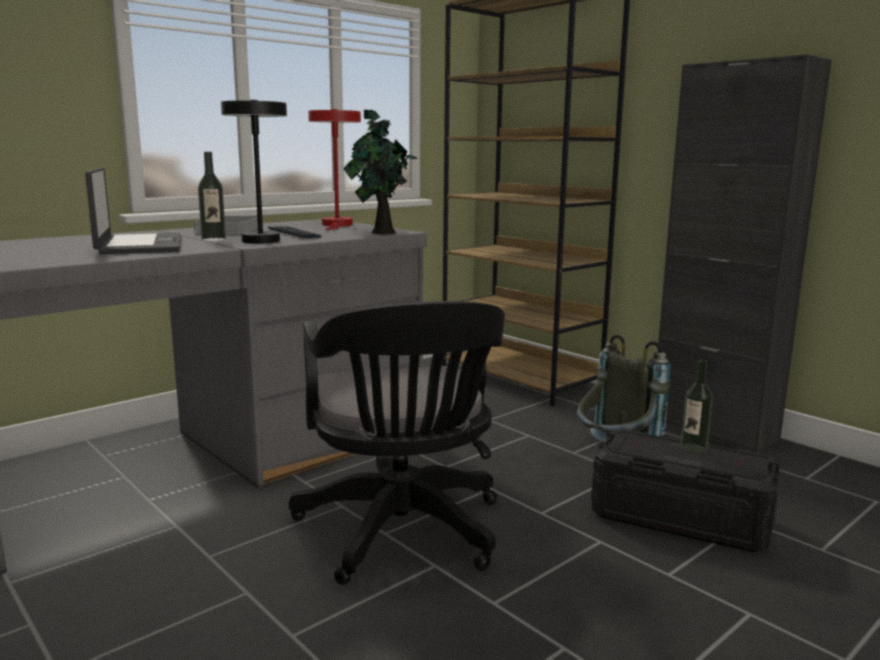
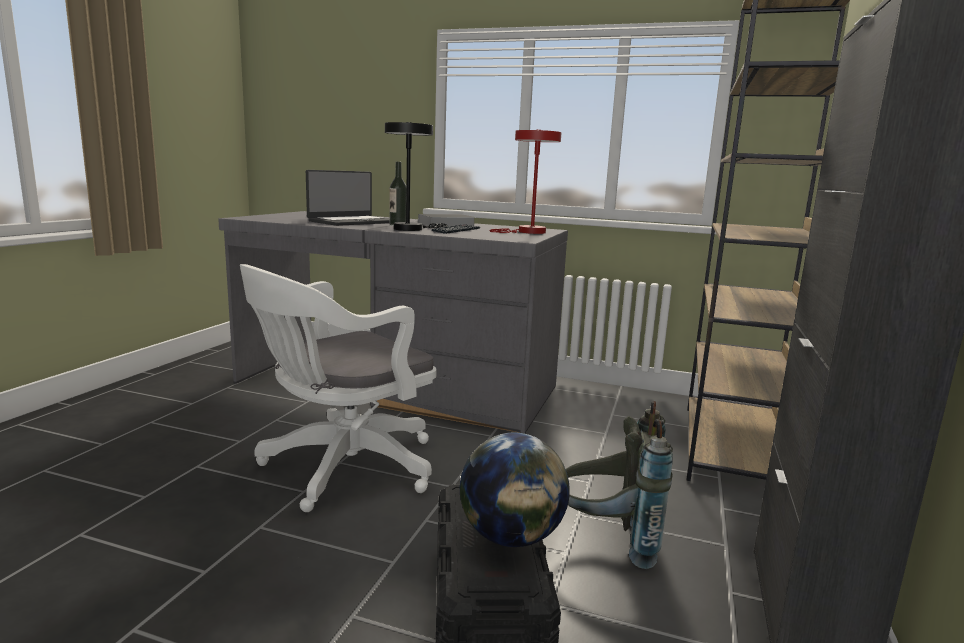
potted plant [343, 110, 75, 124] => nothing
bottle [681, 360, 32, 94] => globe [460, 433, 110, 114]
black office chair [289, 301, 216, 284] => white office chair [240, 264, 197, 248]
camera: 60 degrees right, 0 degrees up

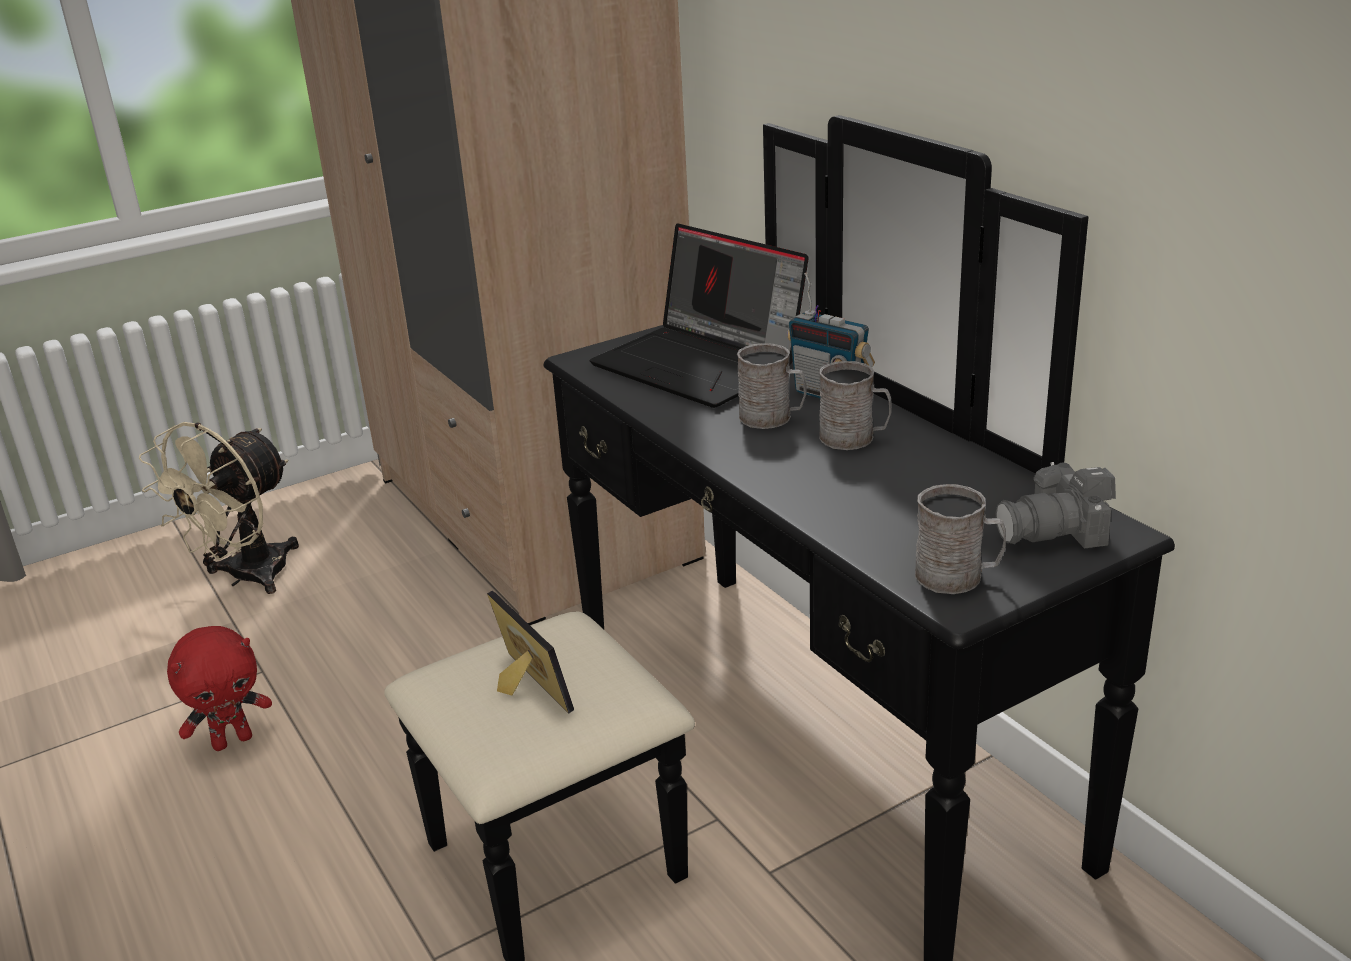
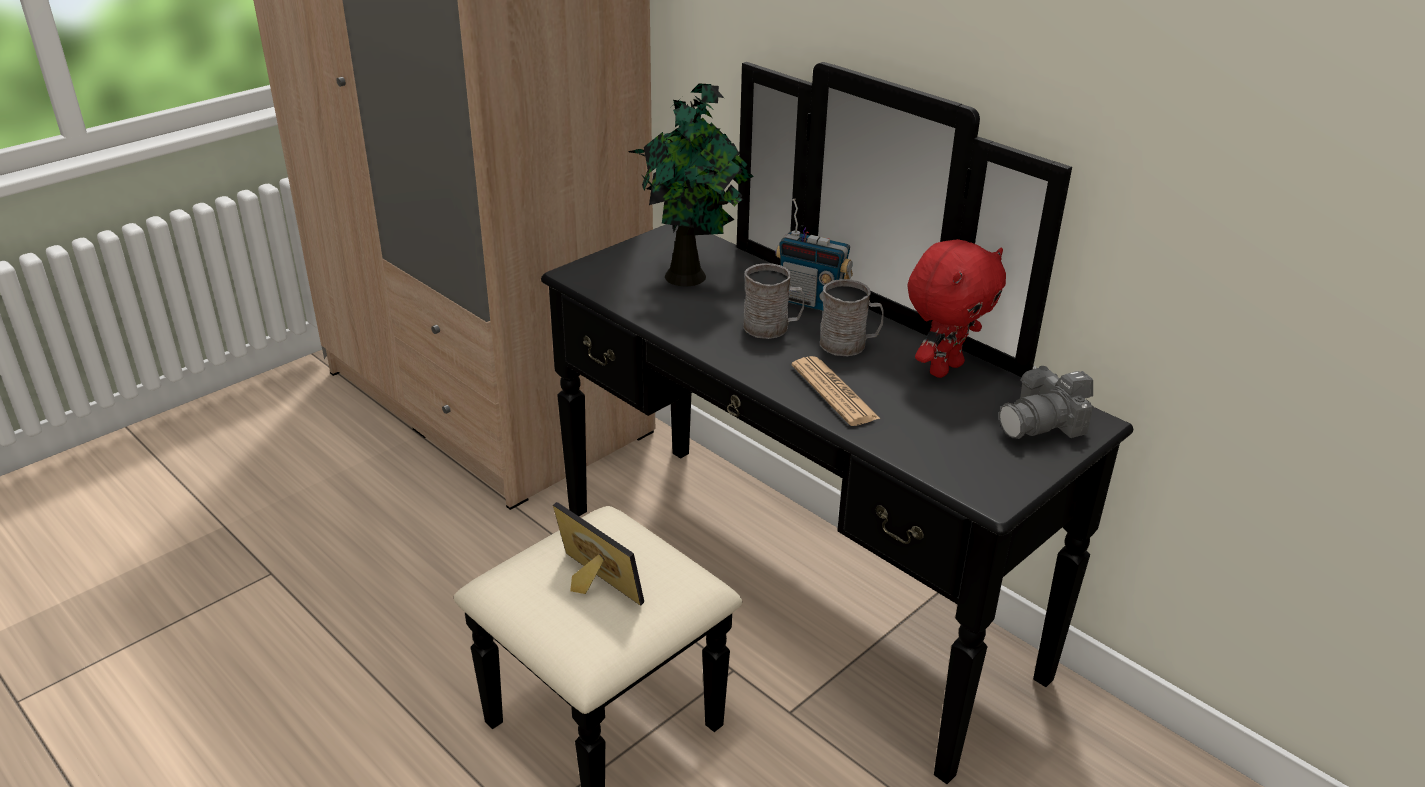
beige fan [139, 422, 160, 172] => nothing
grey mug [915, 484, 91, 110] => nothing
nothing => newspaper [792, 356, 89, 70]
red plush toy [167, 626, 105, 125] => red plush toy [907, 239, 99, 139], move
laptop [589, 223, 220, 185] => potted plant [628, 84, 126, 203]
camera: 15 degrees left, 5 degrees up

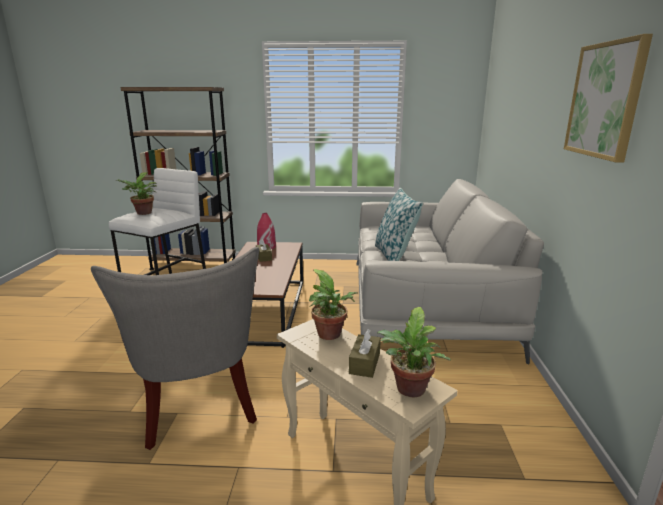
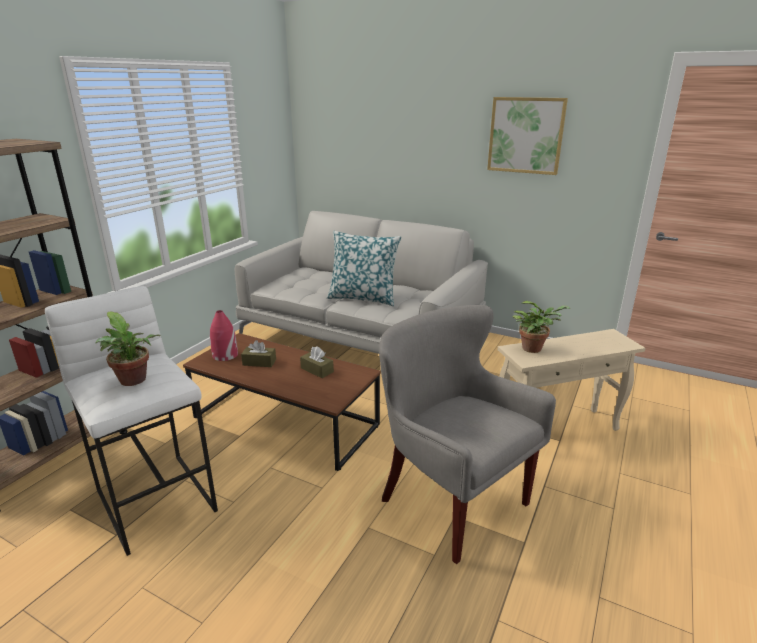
potted plant [377, 307, 74, 90] => nothing
brown tissue box [349, 329, 32, 49] => brown tissue box [300, 346, 34, 32], move
grey armchair [91, 247, 168, 203] => grey armchair [379, 305, 177, 259], 135 degrees counterclockwise
camera: 65 degrees left, 5 degrees up

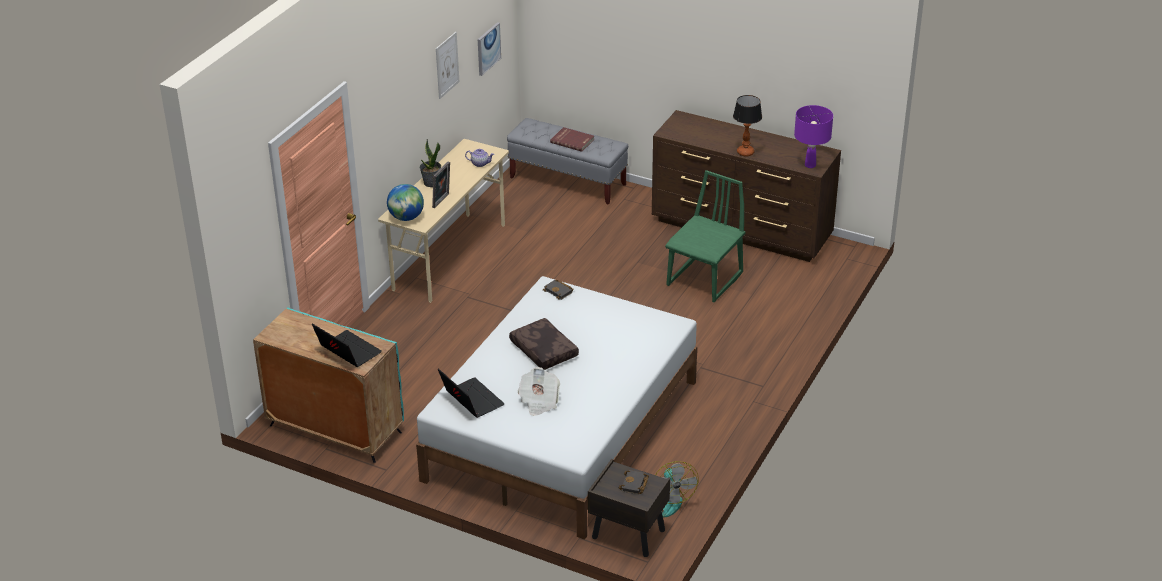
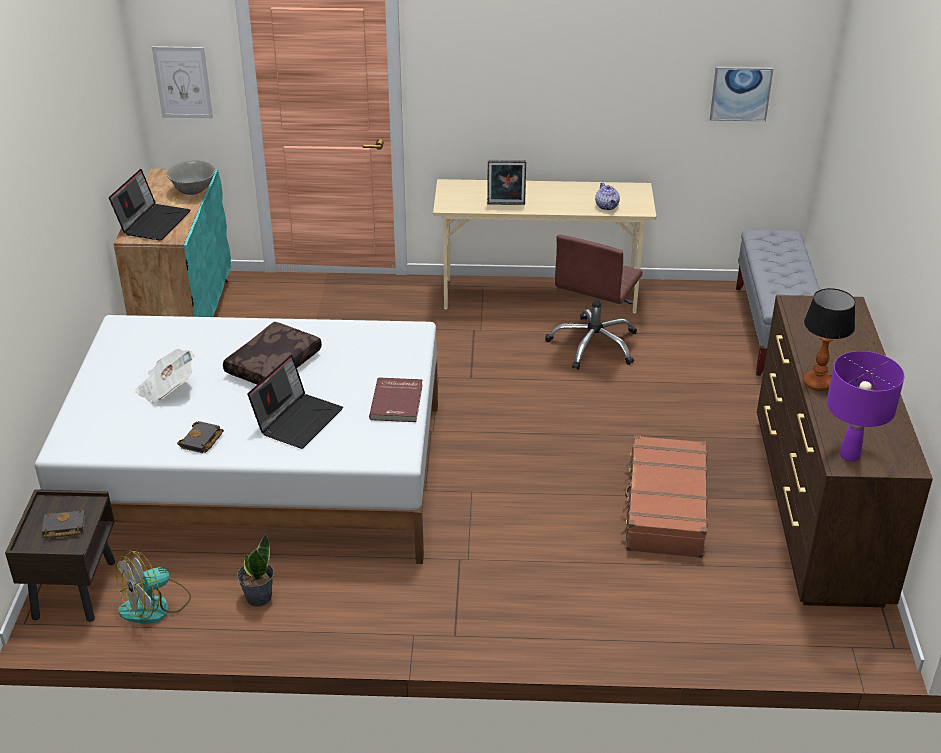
globe [387, 184, 37, 37] => nothing
nothing => grey bowl [167, 160, 48, 35]
nothing => brown office chair [545, 235, 98, 135]
potted plant [420, 139, 21, 48] => potted plant [237, 534, 37, 72], move
picture [436, 32, 24, 67] => picture [152, 46, 61, 72], move
laptop [438, 368, 67, 50] => laptop [248, 355, 95, 94], move
black book [543, 280, 31, 20] => black book [177, 421, 47, 32], move
red book [550, 127, 45, 25] => red book [369, 377, 54, 45], move
green chair [665, 170, 80, 133] => brown suitcase [621, 435, 87, 123]
camera: 65 degrees right, 0 degrees up

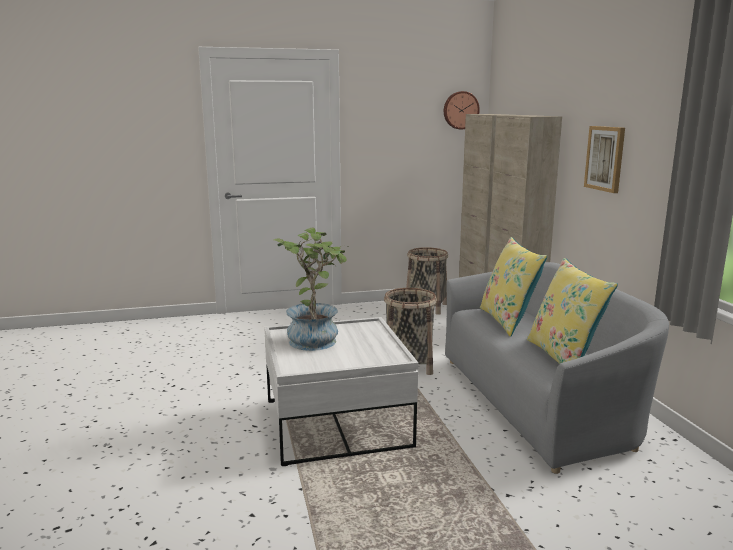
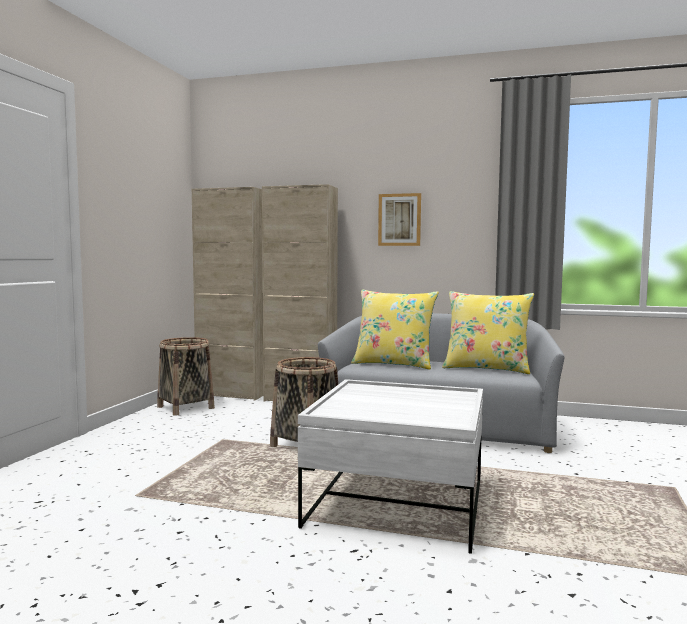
potted plant [273, 227, 74, 124] => nothing
wall clock [444, 91, 36, 38] => nothing
camera: 60 degrees left, 10 degrees down

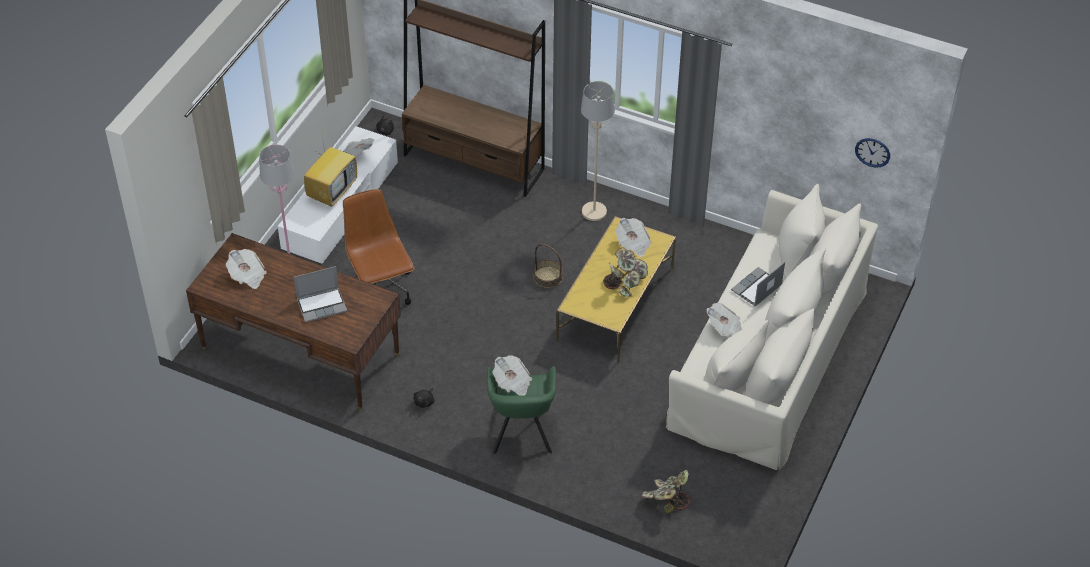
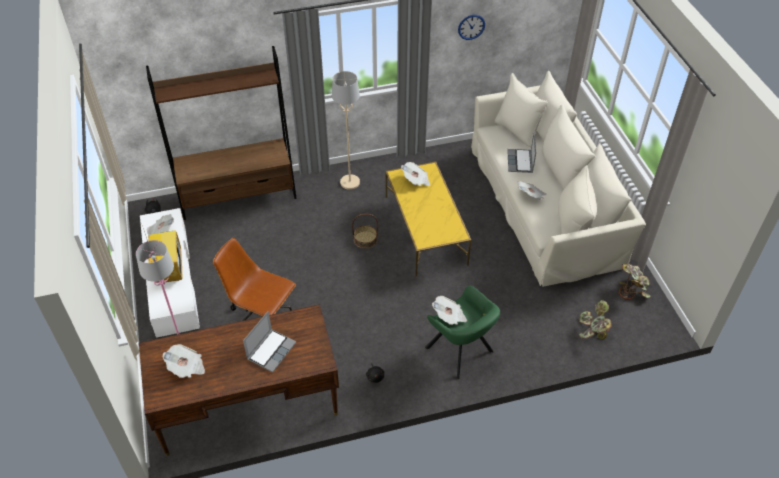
potted plant [603, 248, 45, 49] => potted plant [619, 263, 31, 37], move
wall clock [855, 138, 35, 30] => wall clock [458, 15, 27, 25], move
camera: 40 degrees left, 0 degrees up

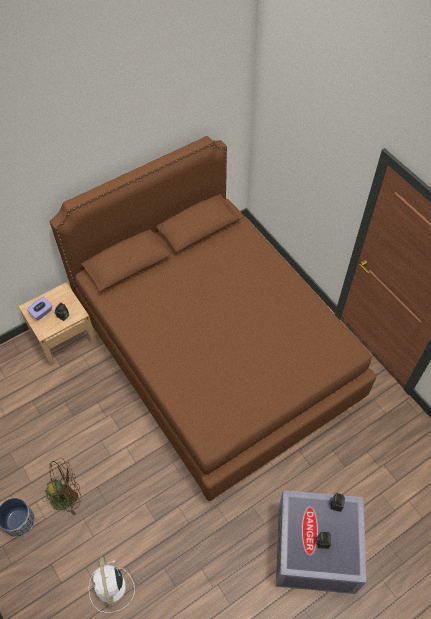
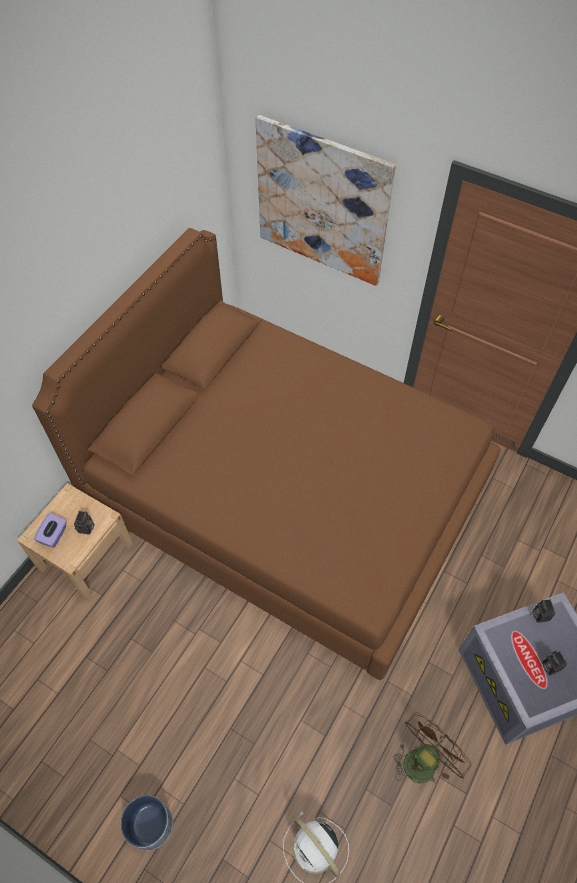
nothing => picture [256, 115, 140, 171]
brown fan [43, 458, 39, 58] => brown fan [393, 712, 78, 71], move
camera: 25 degrees left, 0 degrees up

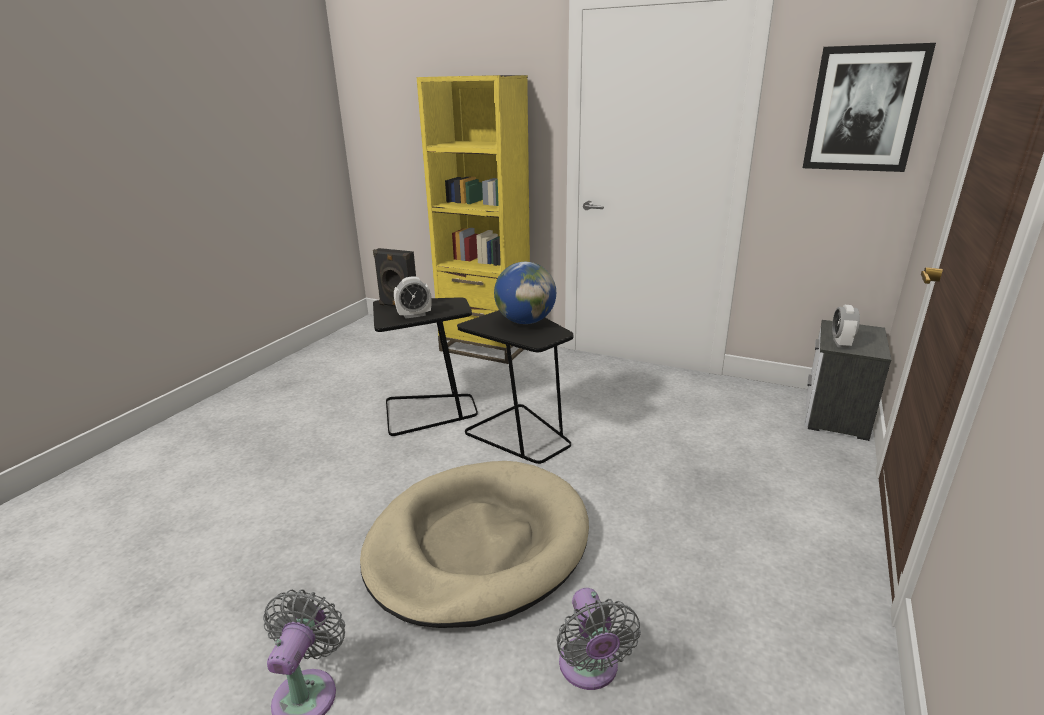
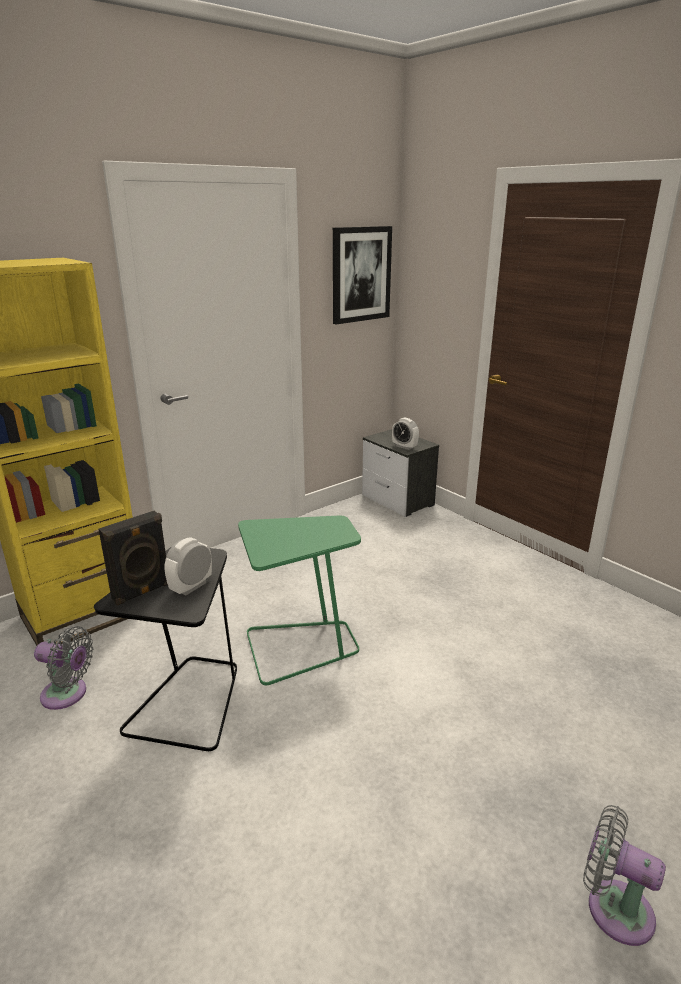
beige dog bed [360, 461, 229, 167] => nothing
globe [494, 262, 62, 62] => nothing
grey fan [556, 588, 85, 102] => grey fan [34, 626, 60, 84], move
black side table [457, 310, 116, 154] => green side table [238, 516, 123, 169]
alarm clock [394, 276, 38, 43] => alarm clock [165, 537, 47, 59], 150 degrees counterclockwise
camera: 65 degrees left, 0 degrees up

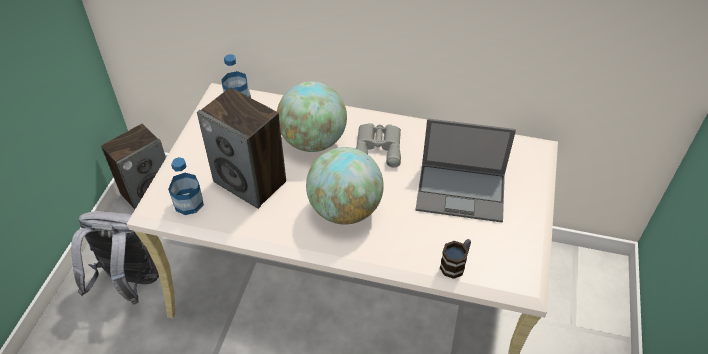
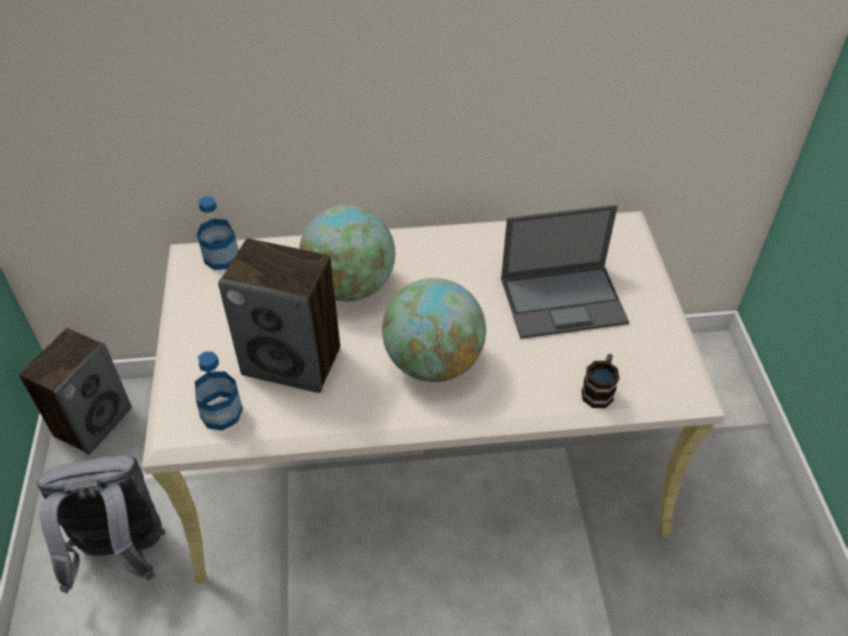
grey binoculars [356, 123, 45, 44] => nothing
camera: 20 degrees left, 0 degrees up

